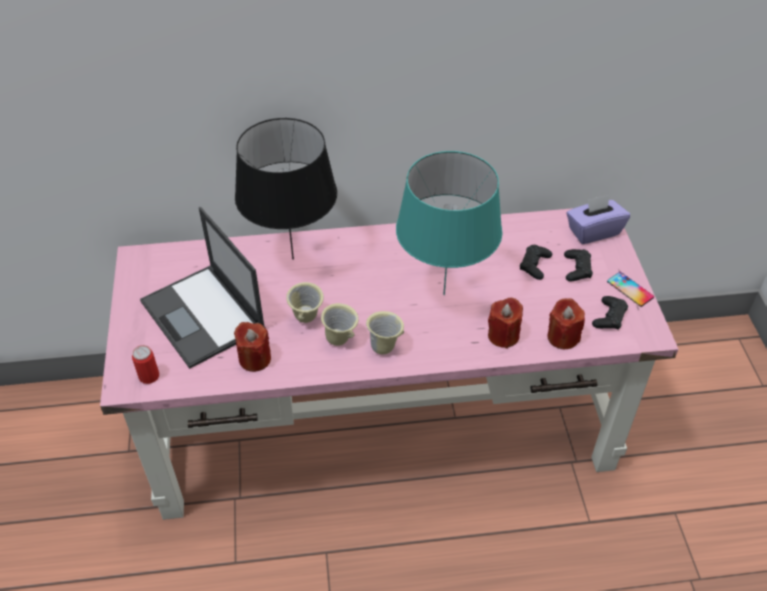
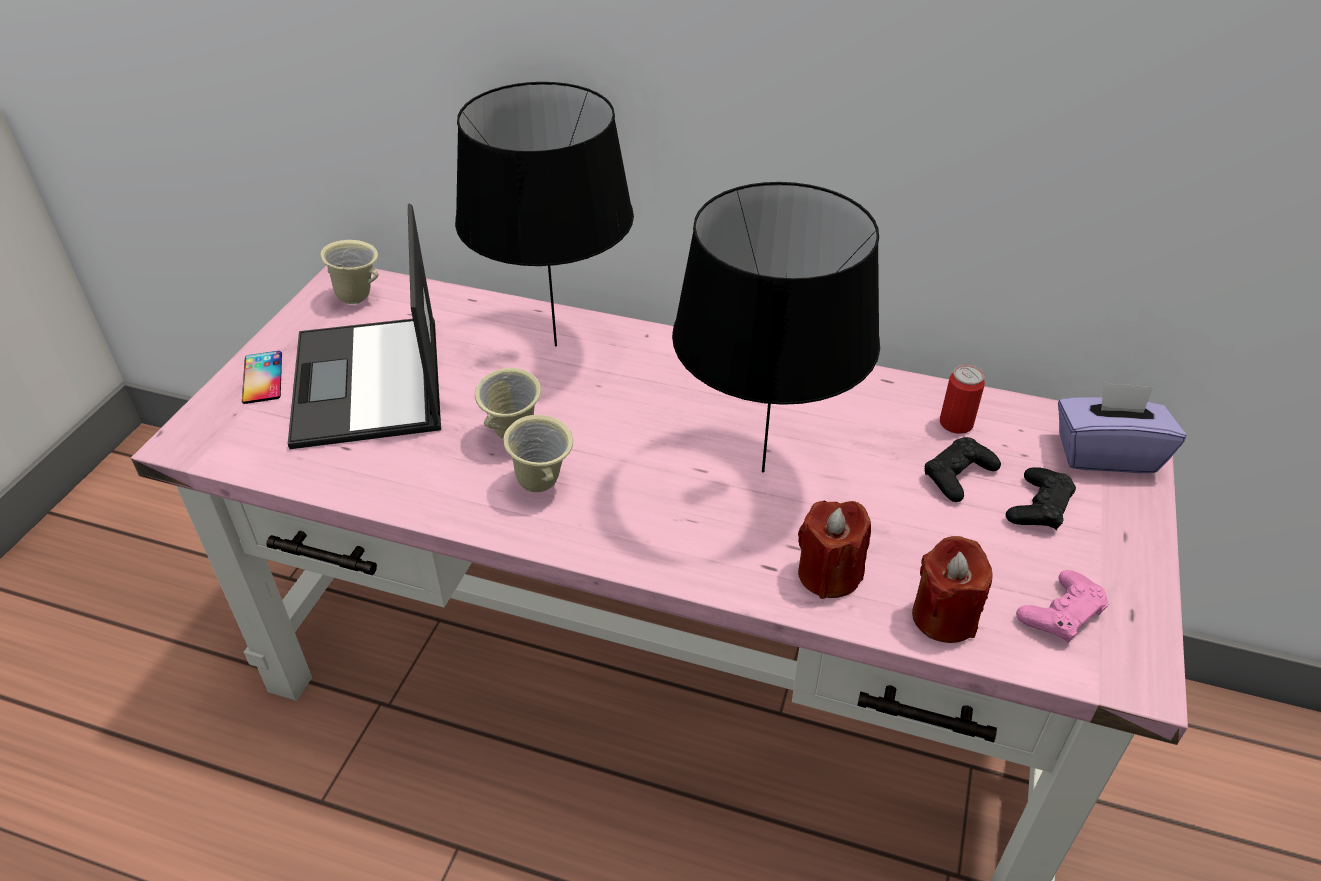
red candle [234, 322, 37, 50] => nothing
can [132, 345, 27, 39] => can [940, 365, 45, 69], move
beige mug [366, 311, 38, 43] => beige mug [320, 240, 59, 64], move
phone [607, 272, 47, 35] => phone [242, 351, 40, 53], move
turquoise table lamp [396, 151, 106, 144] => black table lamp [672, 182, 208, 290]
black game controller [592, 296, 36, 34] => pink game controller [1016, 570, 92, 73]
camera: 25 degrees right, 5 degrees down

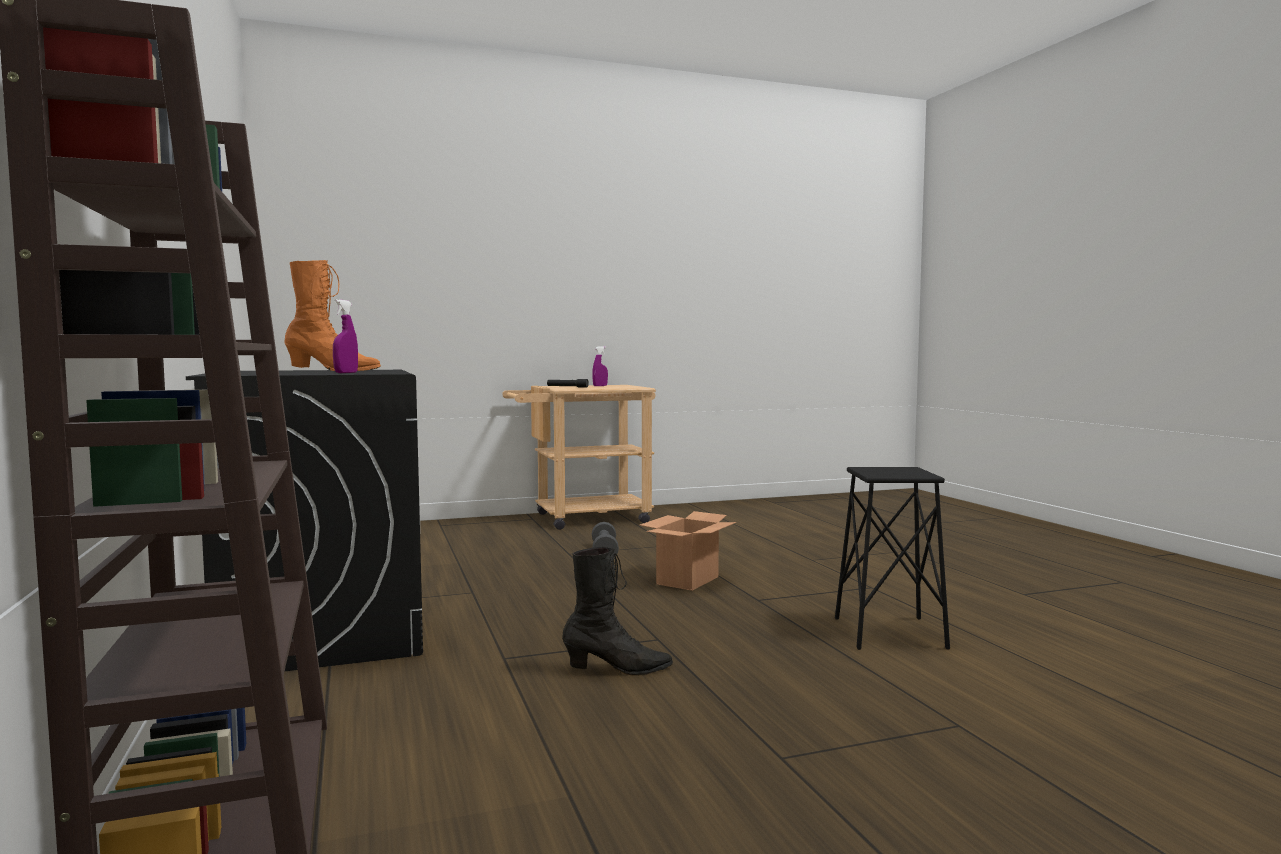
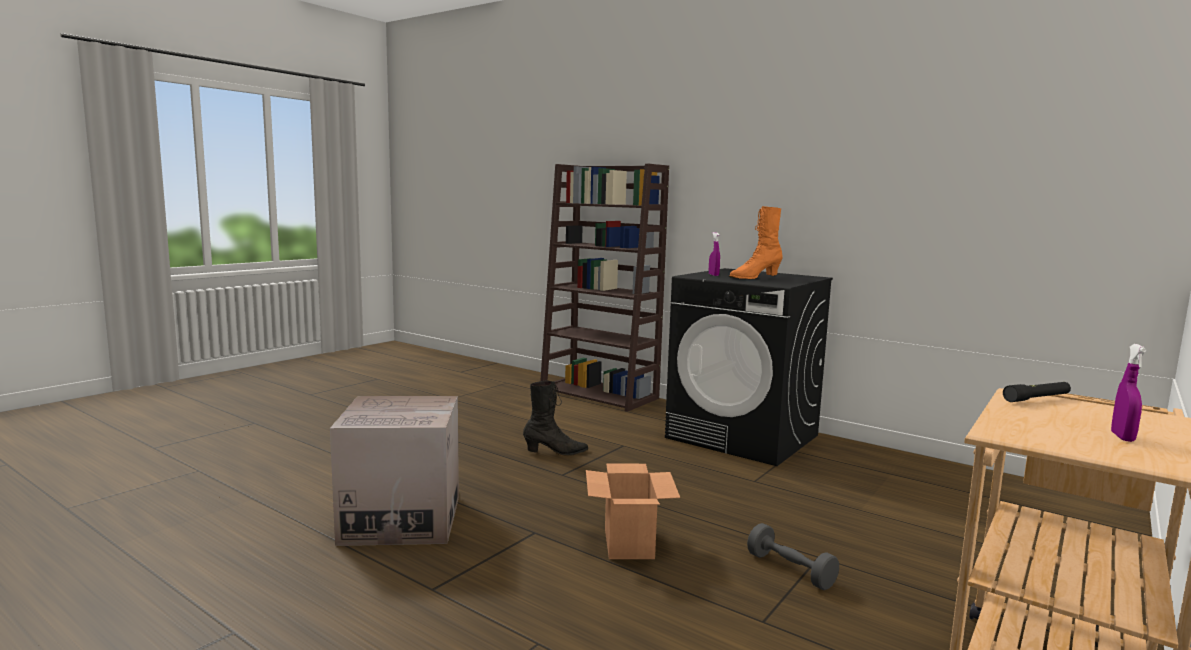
black stool [835, 467, 115, 183] => cardboard box [330, 396, 129, 150]
black boot [562, 547, 111, 129] => black boot [523, 381, 66, 75], 150 degrees counterclockwise
camera: 145 degrees right, 5 degrees up

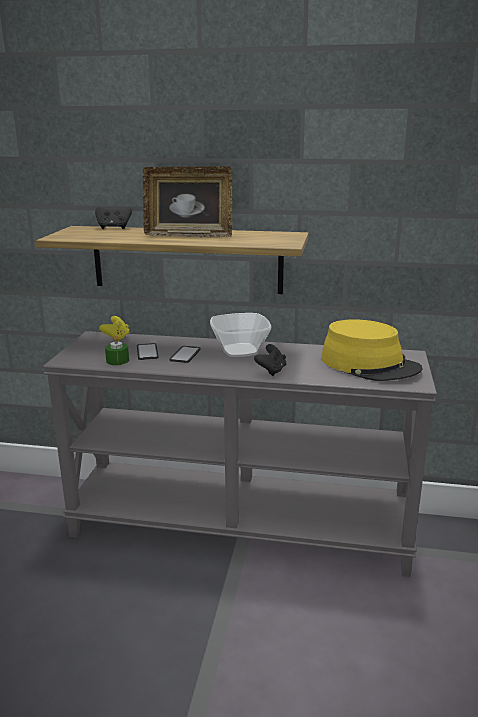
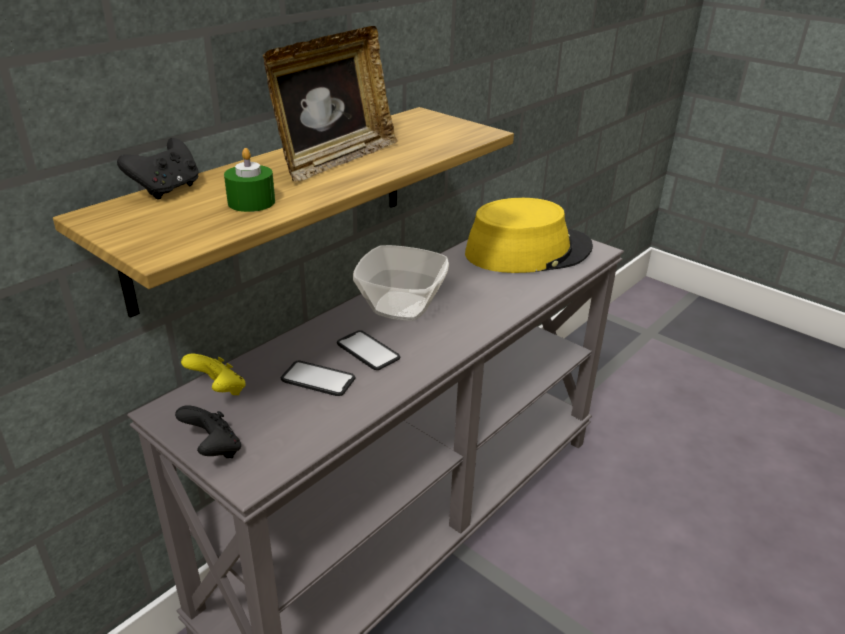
green candle [105, 335, 24, 30] => green candle [224, 148, 51, 64], move
black game controller [254, 344, 32, 32] => black game controller [175, 405, 66, 53], move
camera: 60 degrees left, 10 degrees up

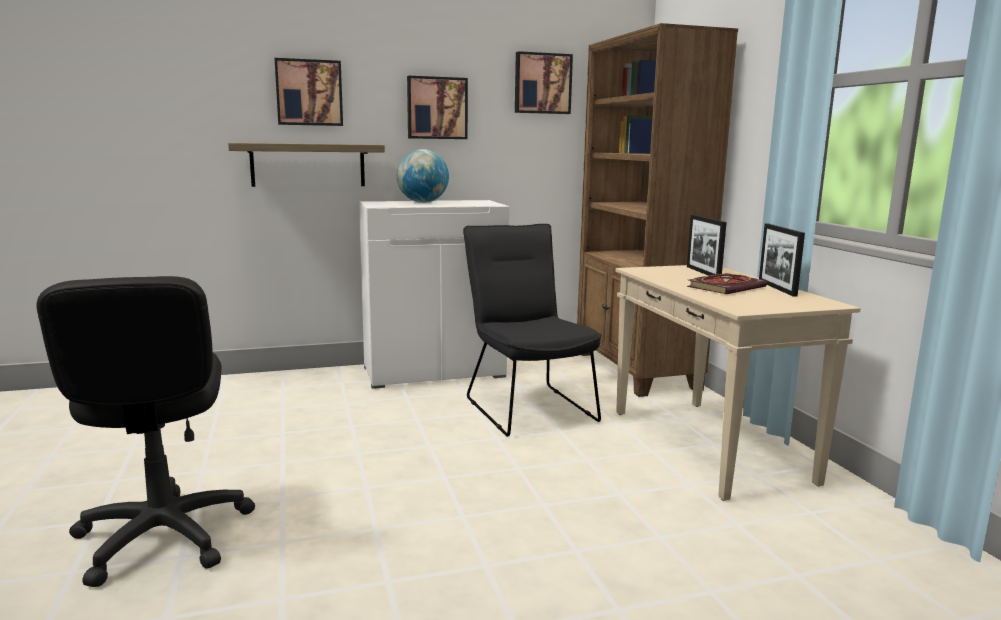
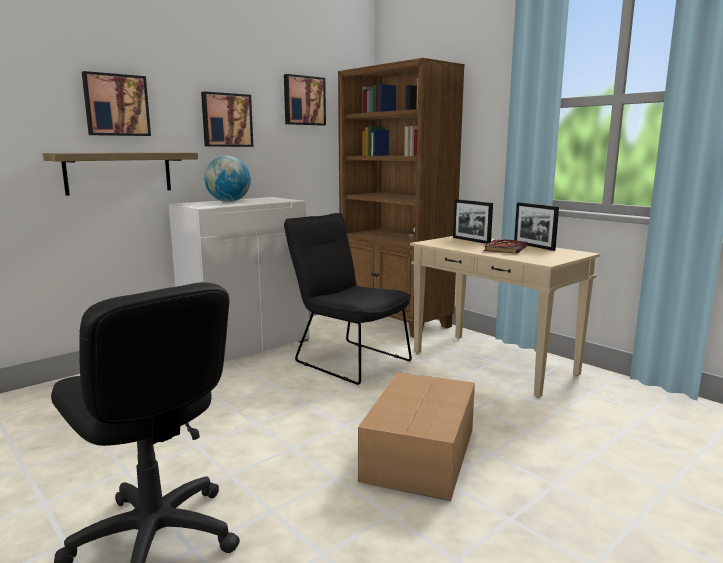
nothing => cardboard box [358, 372, 117, 129]
camera: 25 degrees left, 0 degrees up

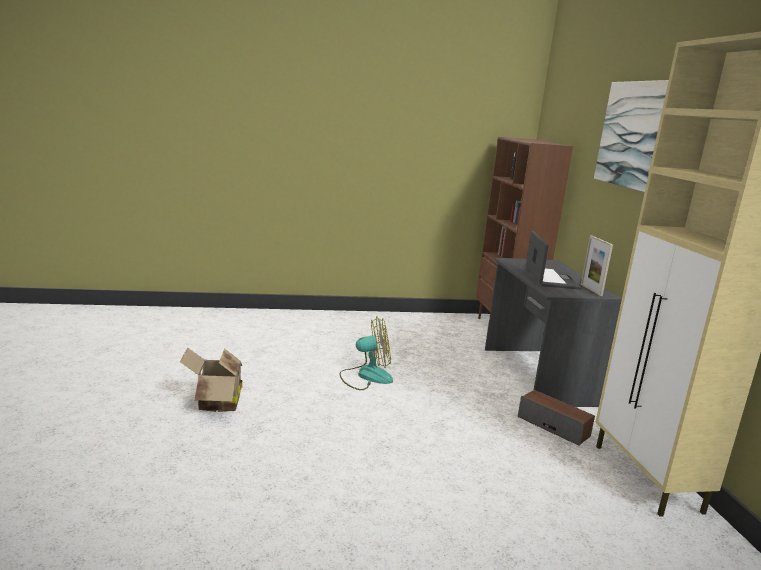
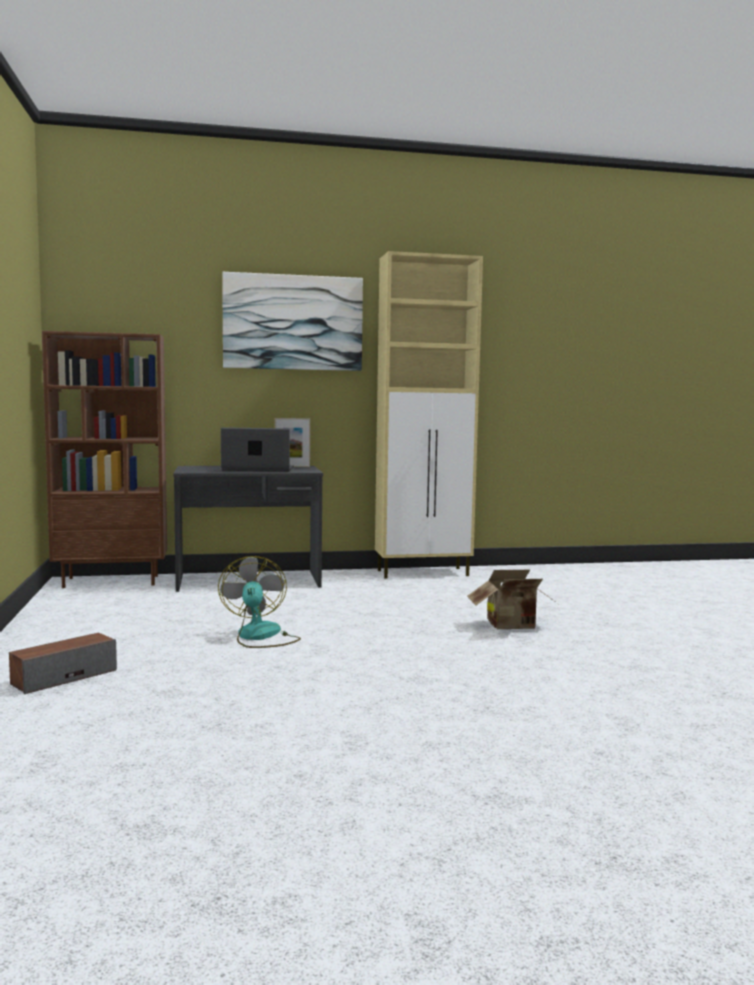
cardboard box [180, 347, 62, 65] => cardboard box [467, 570, 90, 59], move
speaker [518, 390, 77, 56] => speaker [9, 633, 108, 61], move
camera: 90 degrees left, 10 degrees down

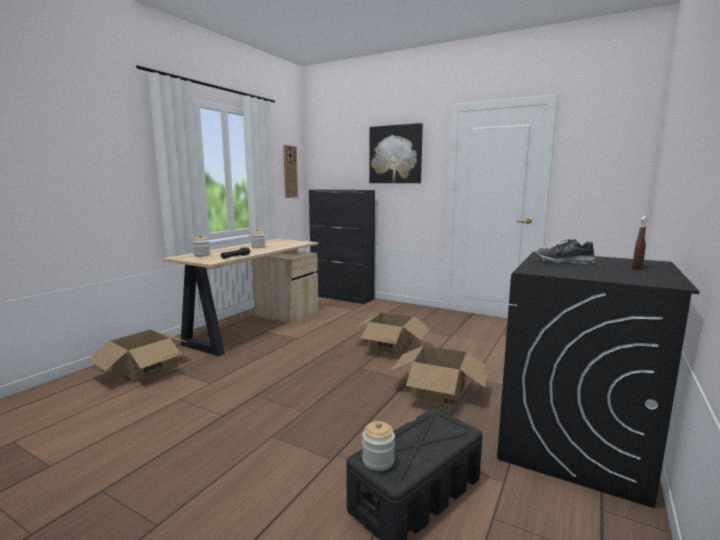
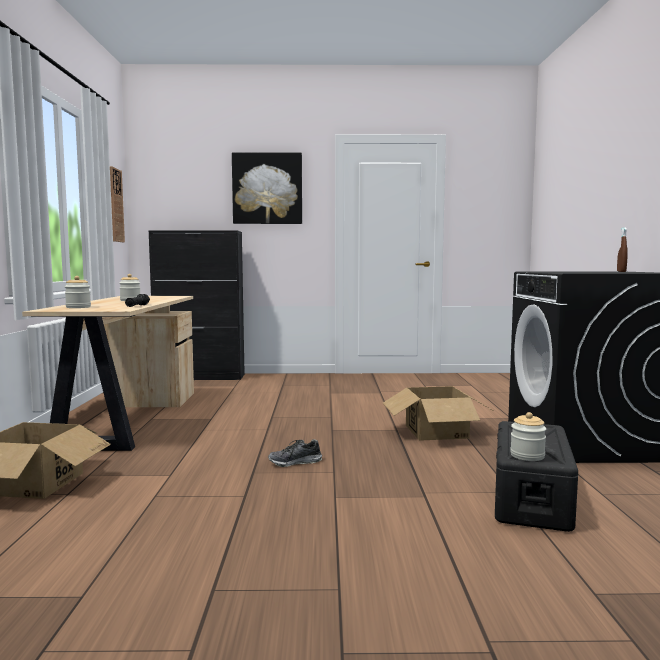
cardboard box [352, 312, 79, 44] => nothing
shoe [537, 239, 59, 25] => shoe [268, 439, 54, 28], move
camera: 30 degrees left, 5 degrees down

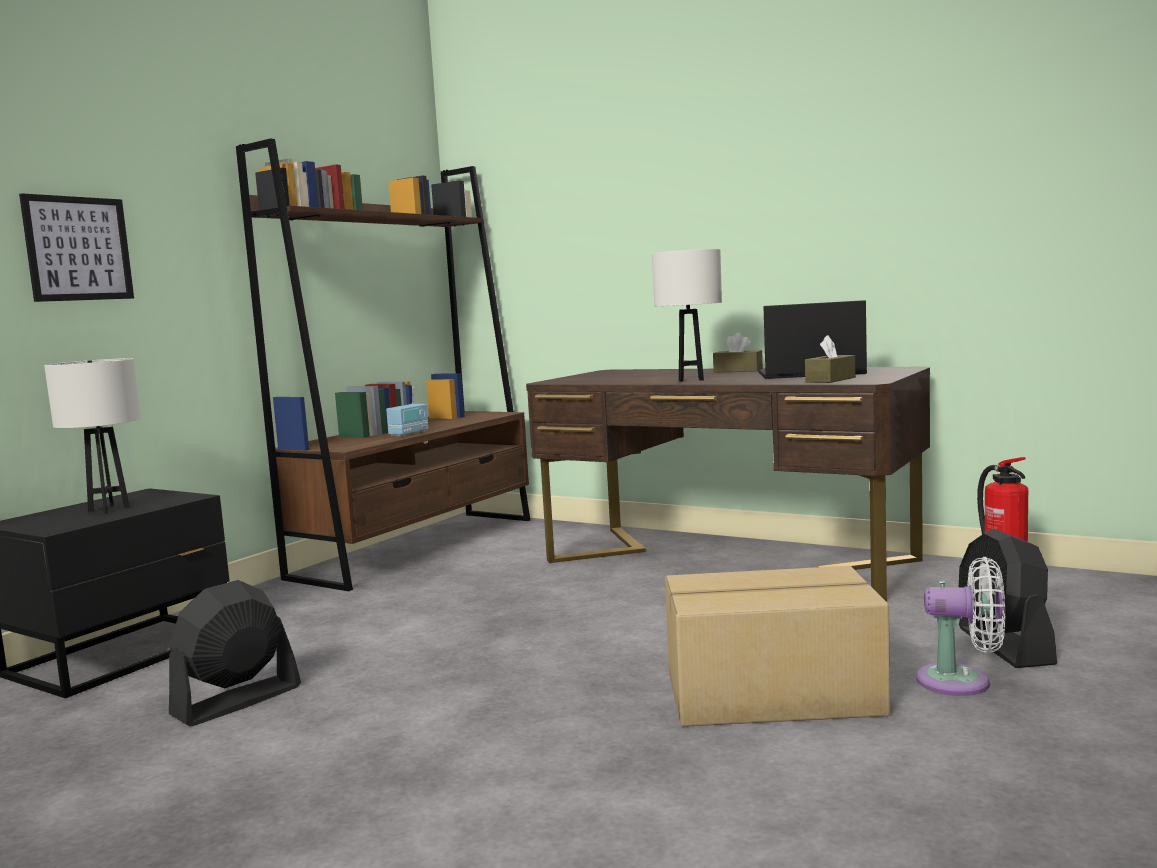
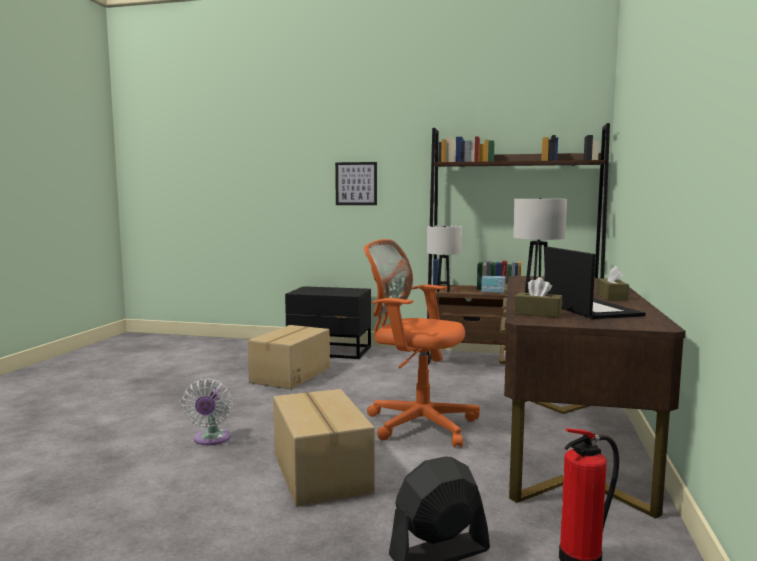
nothing => orange office chair [364, 239, 116, 208]
white table lamp [44, 358, 97, 155] => white table lamp [427, 226, 35, 66], move
white fan [916, 557, 89, 139] => white fan [181, 379, 52, 67], move
black fan [169, 580, 132, 146] => cardboard box [247, 325, 83, 64]
camera: 70 degrees right, 0 degrees up

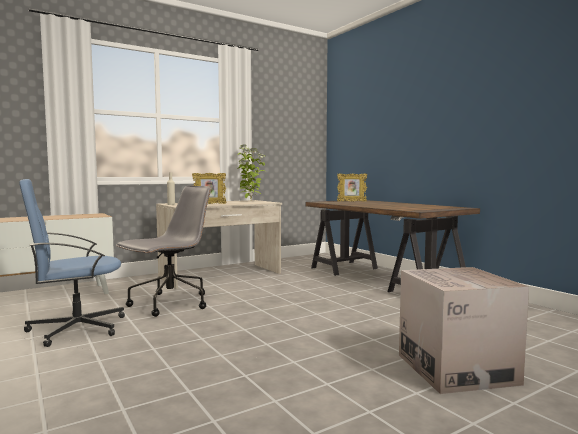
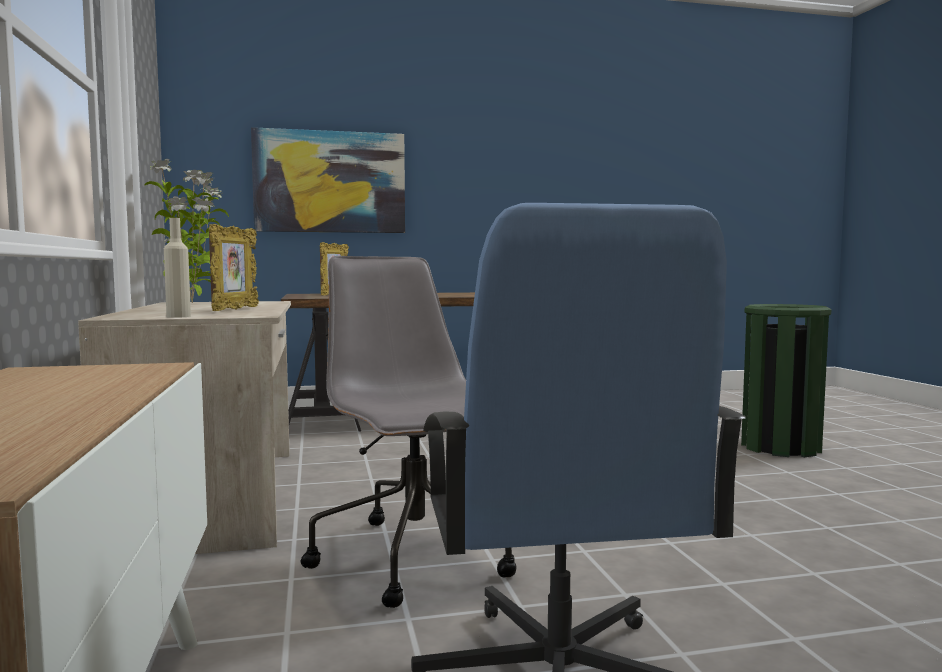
nothing => picture [251, 127, 154, 106]
cardboard box [399, 267, 130, 127] => green trash can [741, 304, 90, 153]
camera: 70 degrees left, 0 degrees up

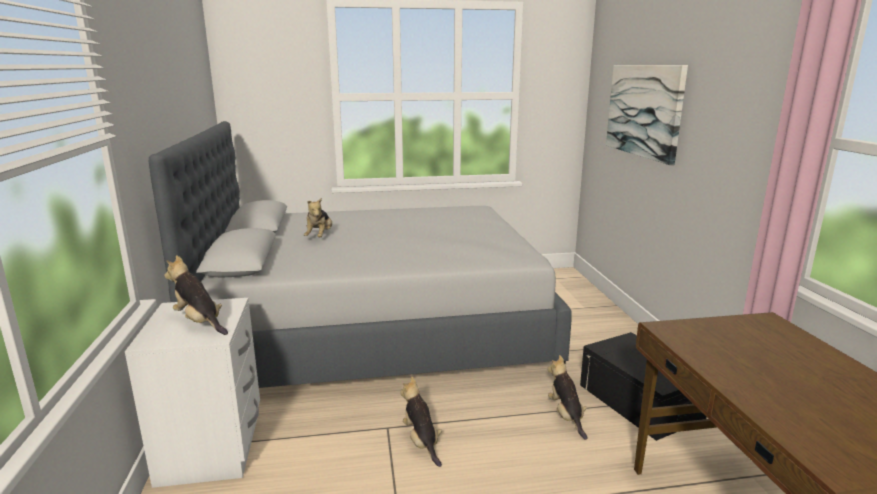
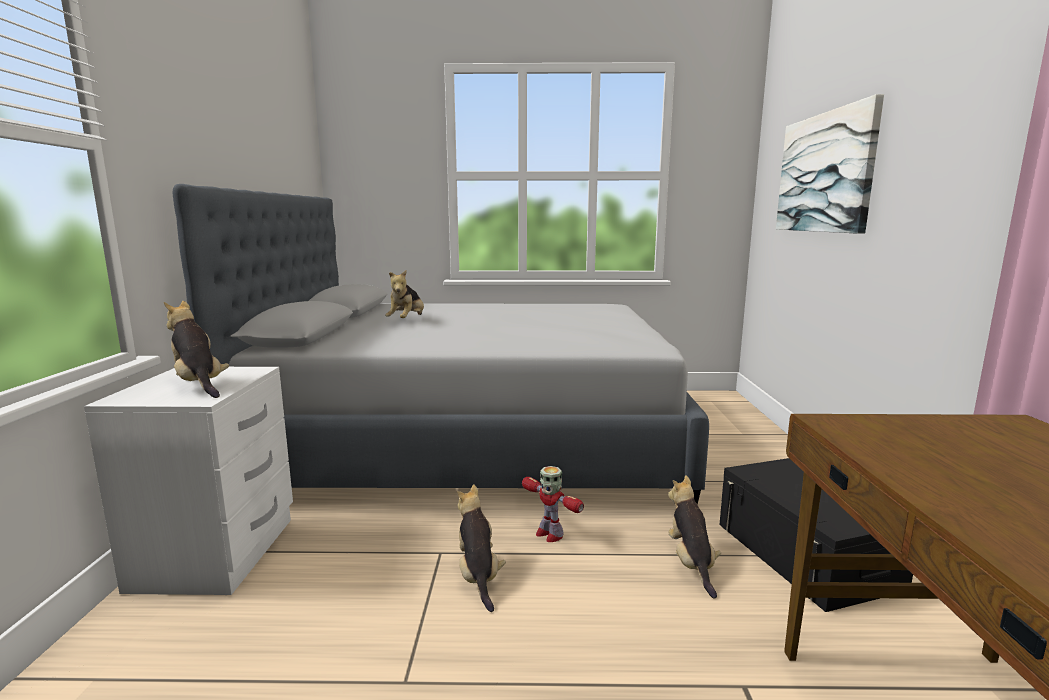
nothing => toy robot [522, 466, 62, 76]
camera: 10 degrees right, 5 degrees down

